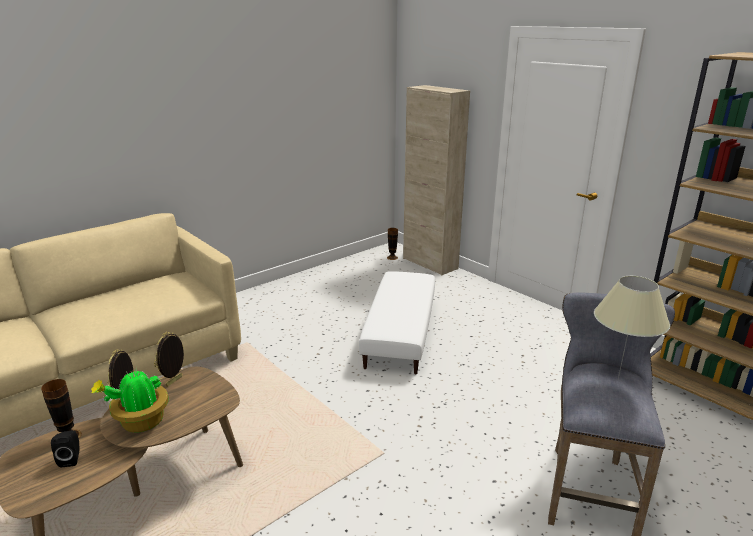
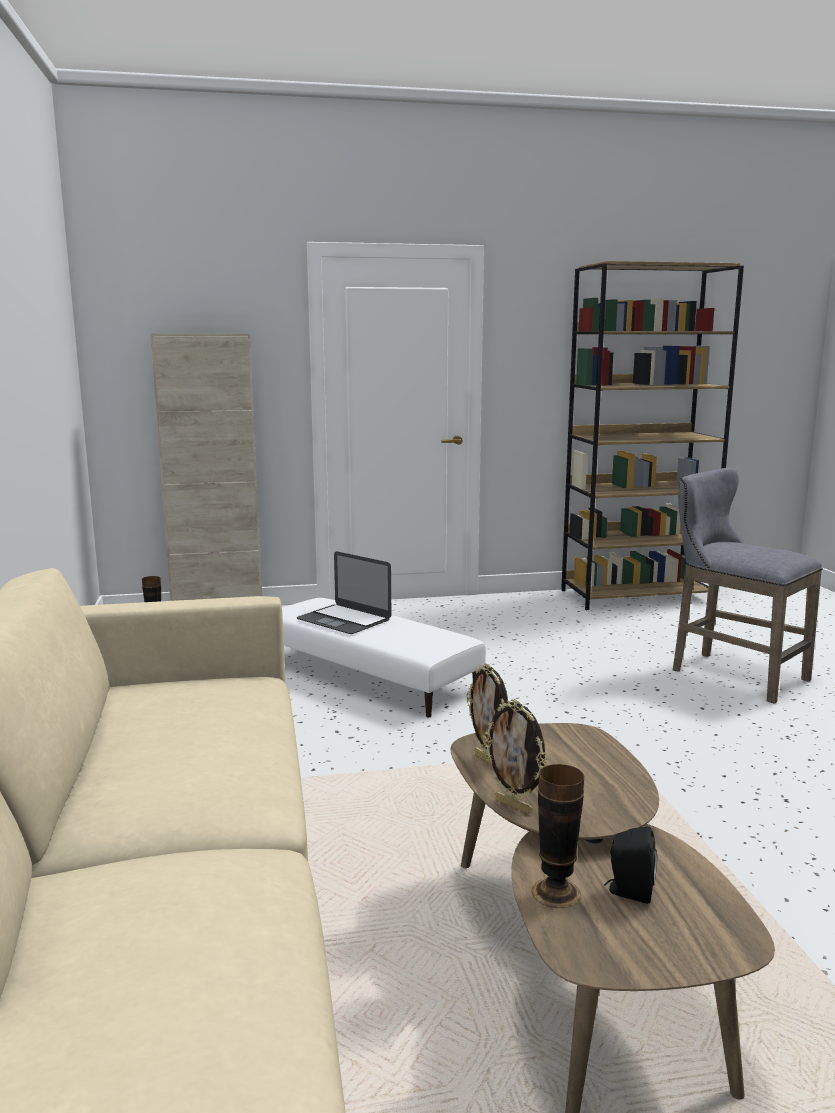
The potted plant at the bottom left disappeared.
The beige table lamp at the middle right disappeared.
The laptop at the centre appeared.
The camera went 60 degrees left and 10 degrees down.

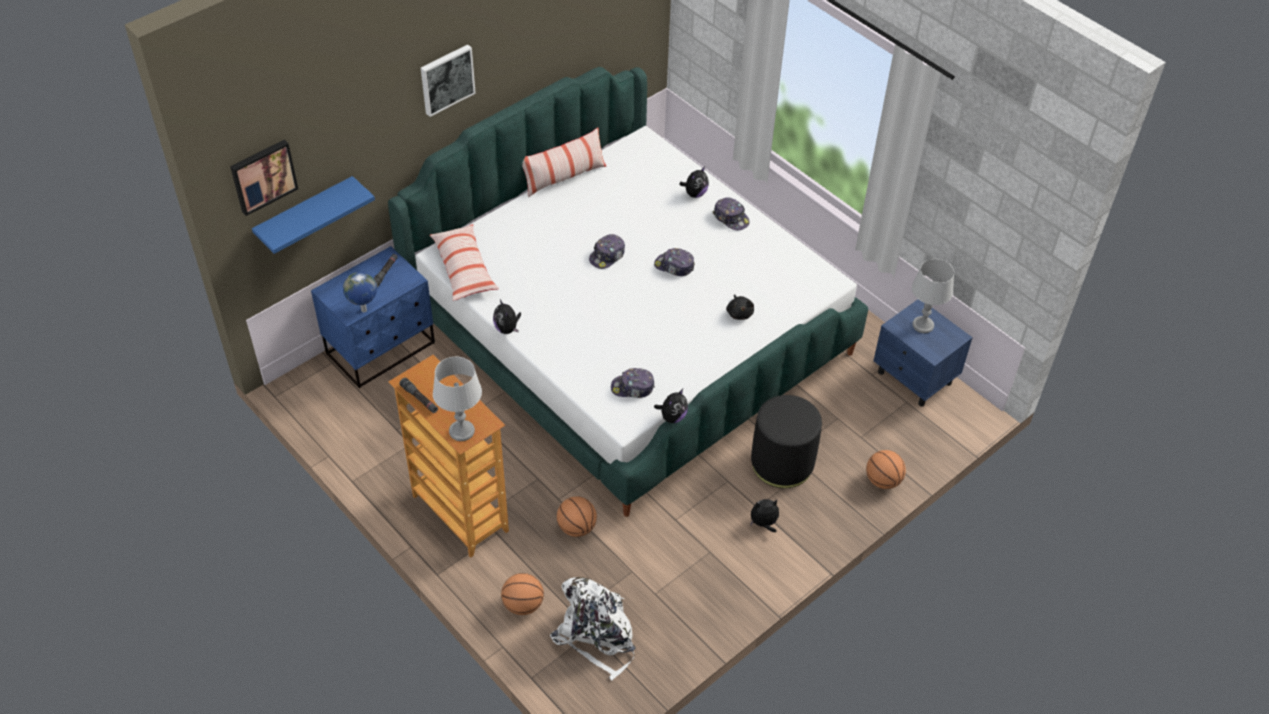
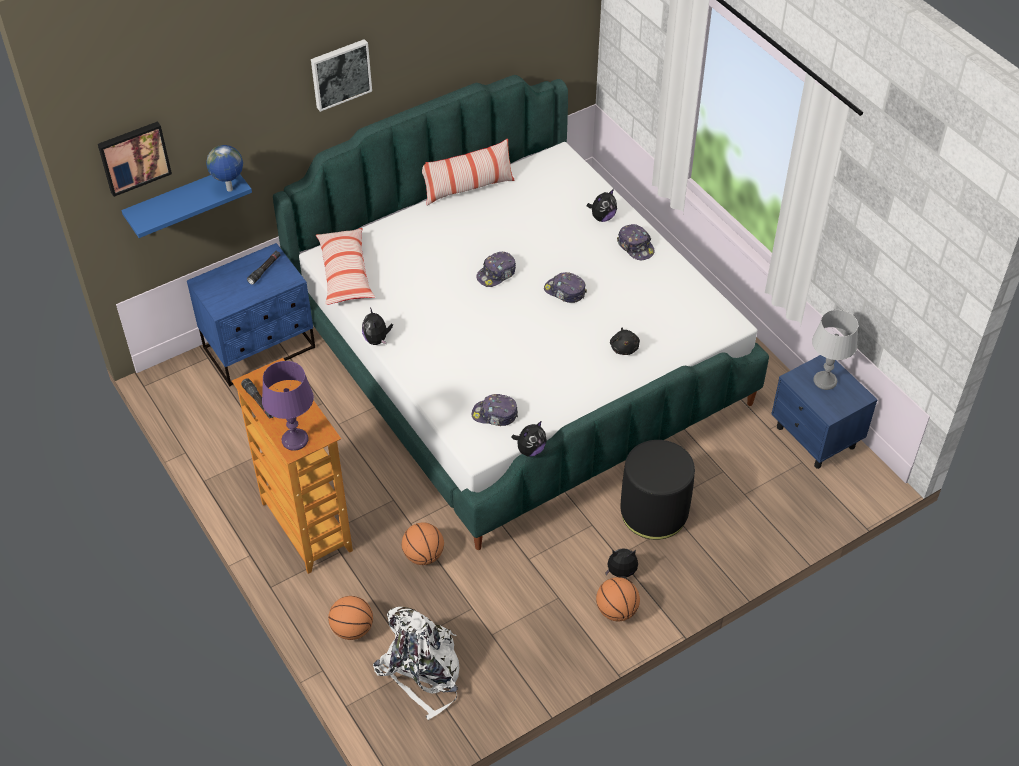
The globe moved from the middle left to the top left.
The basketball (no. 3 from left) moved from the middle right to the bottom centre.
The grey table lamp (no. 1 from left) at the centre became the purple table lamp at the middle left.
The camera went 10 degrees right and 0 degrees up.

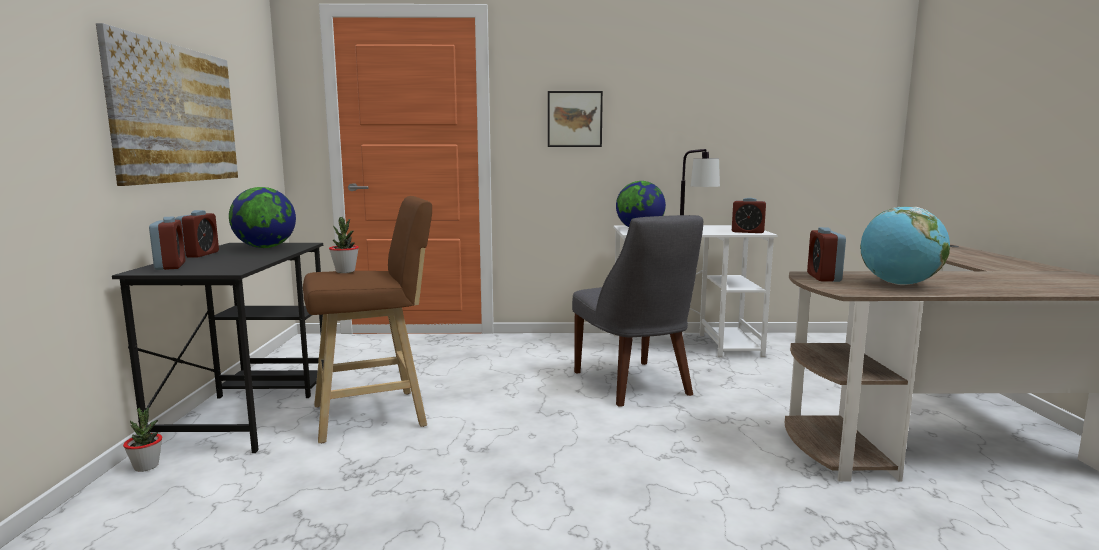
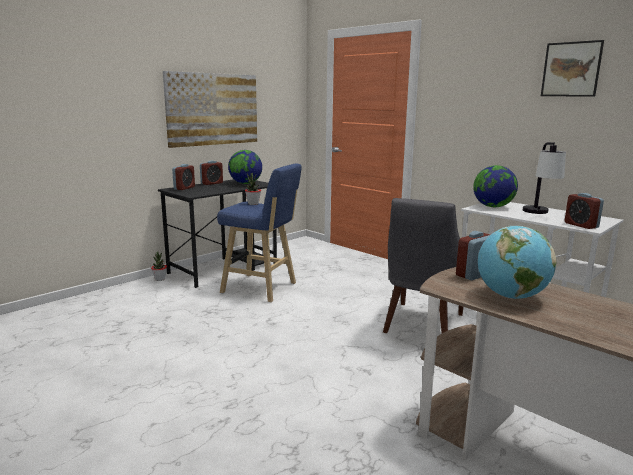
The picture (no. 2 from left) moved from the top centre to the top right.
The brown stool at the centre became the blue stool at the centre.
The camera went 45 degrees right and 5 degrees up.

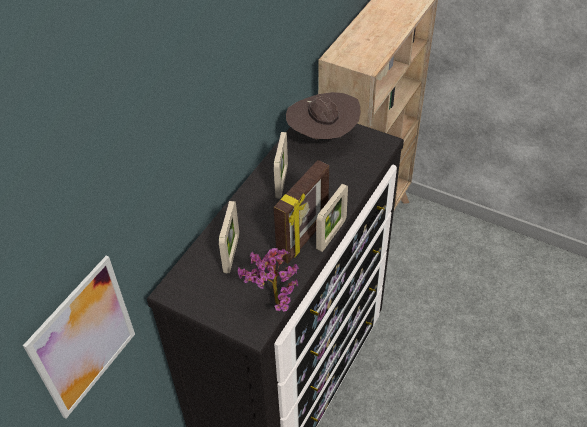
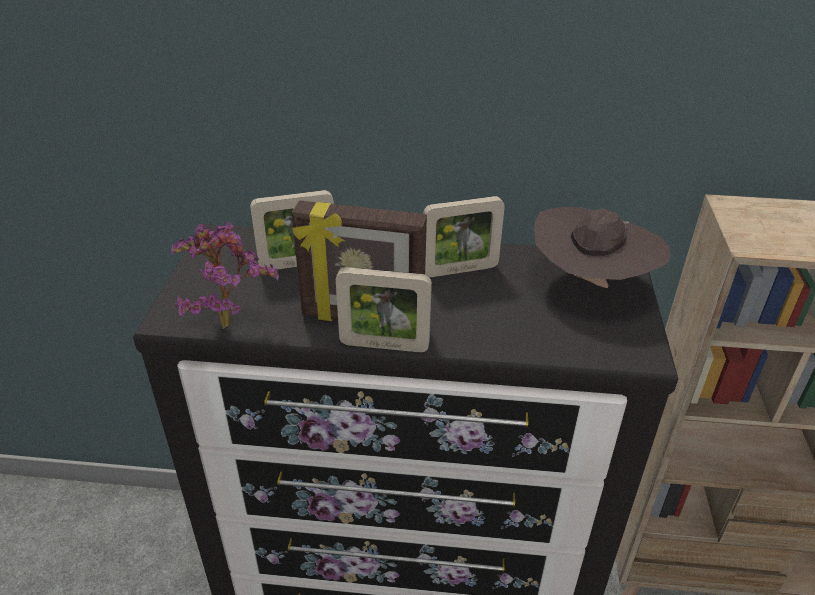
The picture at the bottom left disappeared.
The camera went 65 degrees right and 10 degrees down.

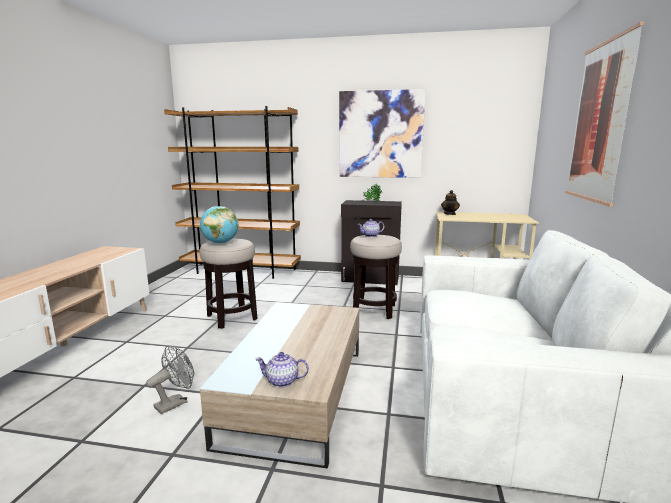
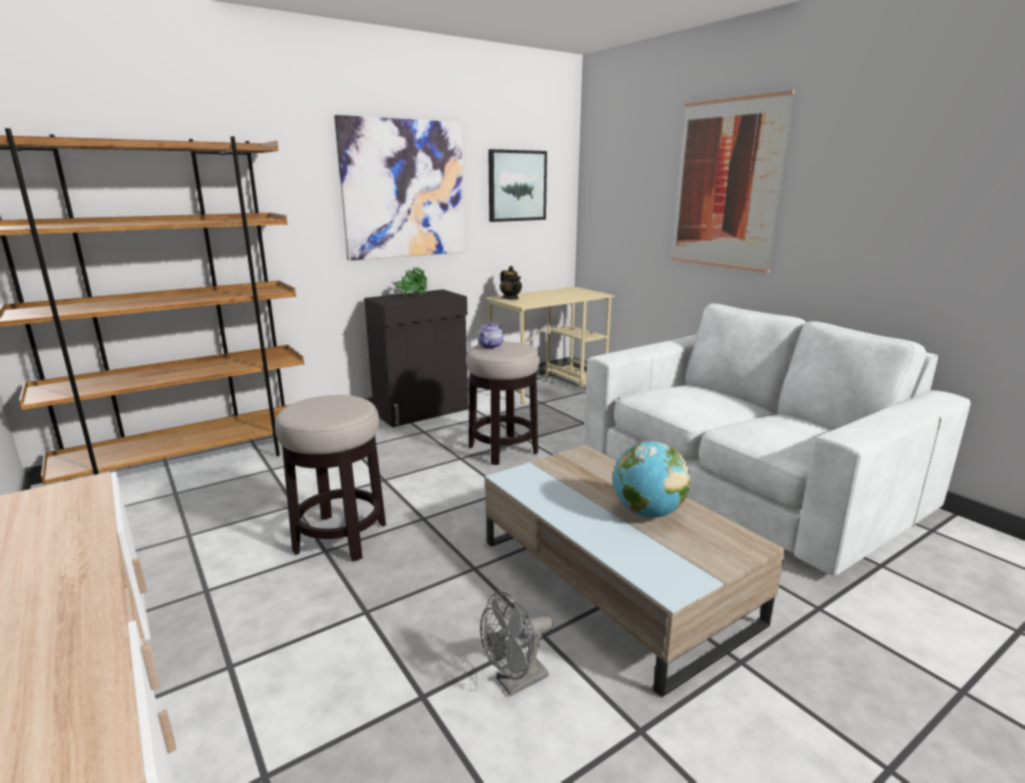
The teapot (no. 1 from left) at the bottom centre disappeared.
The picture (no. 2 from left) at the top centre appeared.
The globe moved from the middle left to the centre.
The grey fan at the bottom left turned 120 degrees counterclockwise.
The camera went 45 degrees left and 5 degrees up.

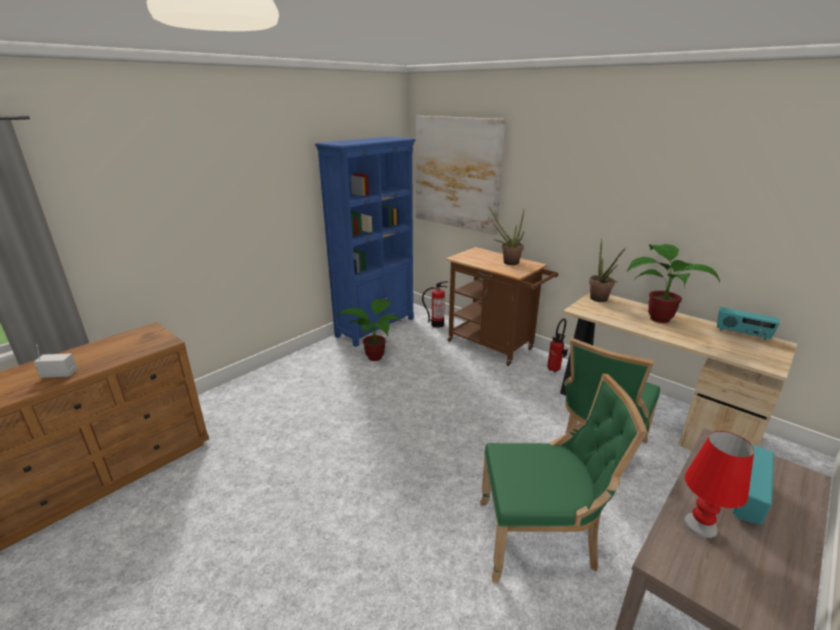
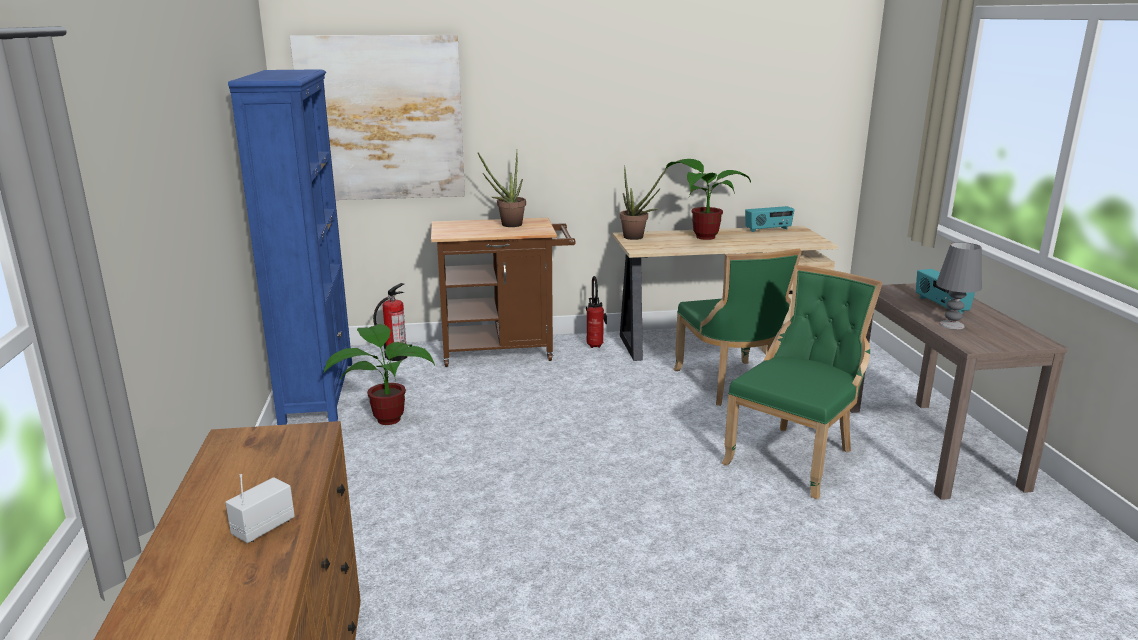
The red table lamp at the bottom right became the grey table lamp at the middle right.
The camera went 50 degrees left and 5 degrees down.

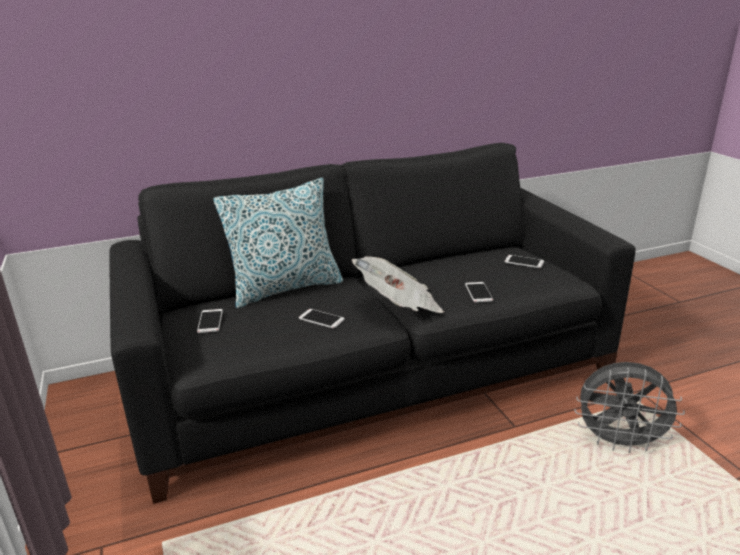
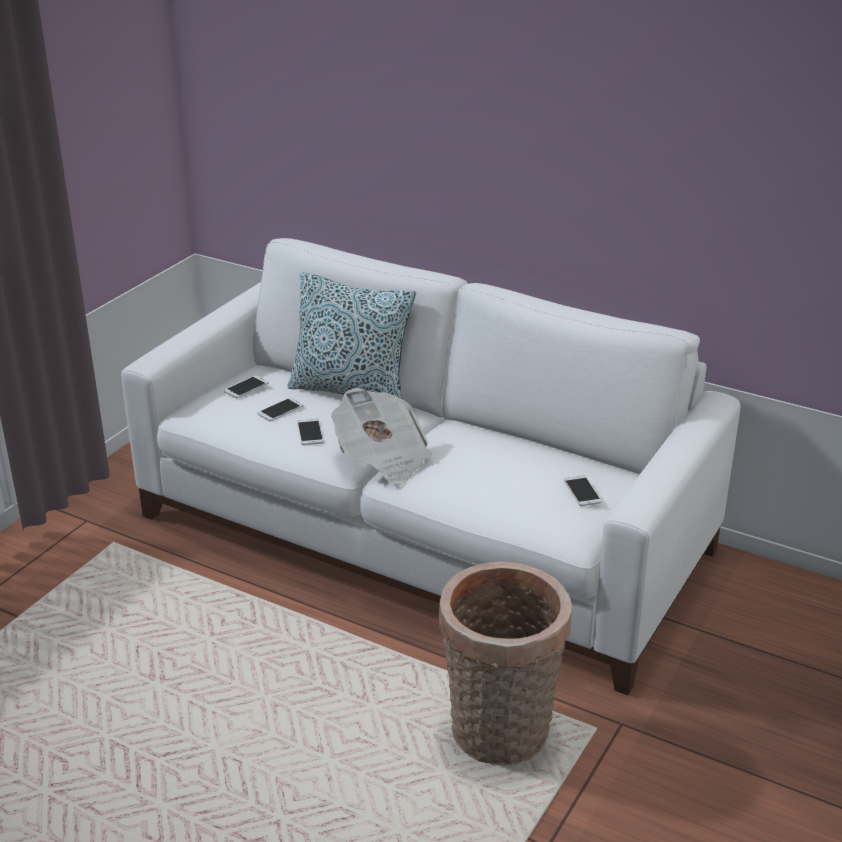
The phone (no. 3 from left in the first image) moved from the centre to the middle left.
The grey fan at the bottom right was replaced by the basket at the bottom centre.
The black sofa at the centre became the white sofa at the centre.
The camera went 50 degrees right and 5 degrees up.

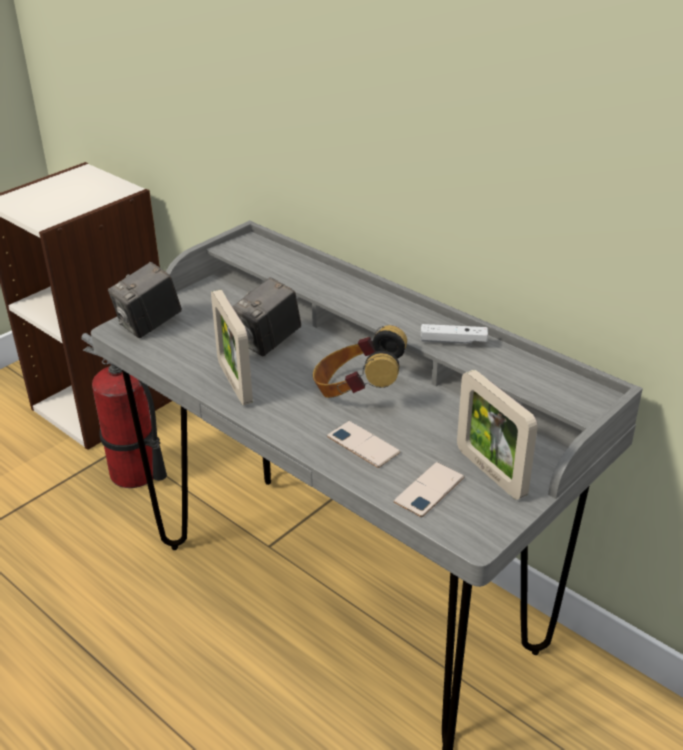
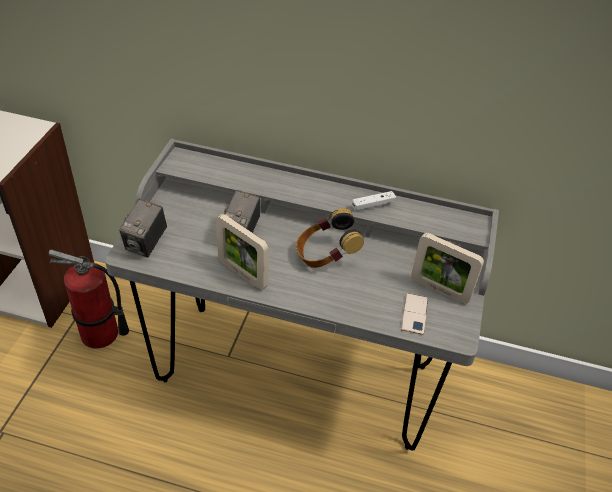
The phone (no. 1 from left) at the centre disappeared.
The camera went 30 degrees left and 10 degrees up.

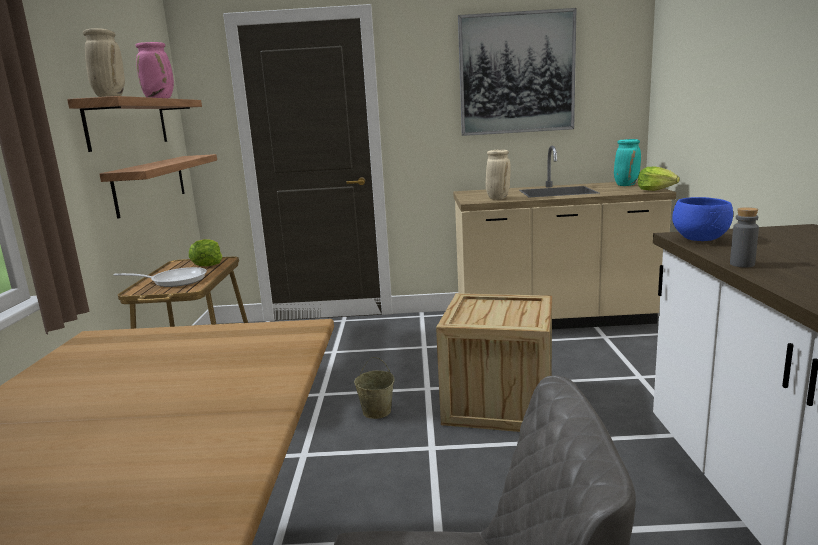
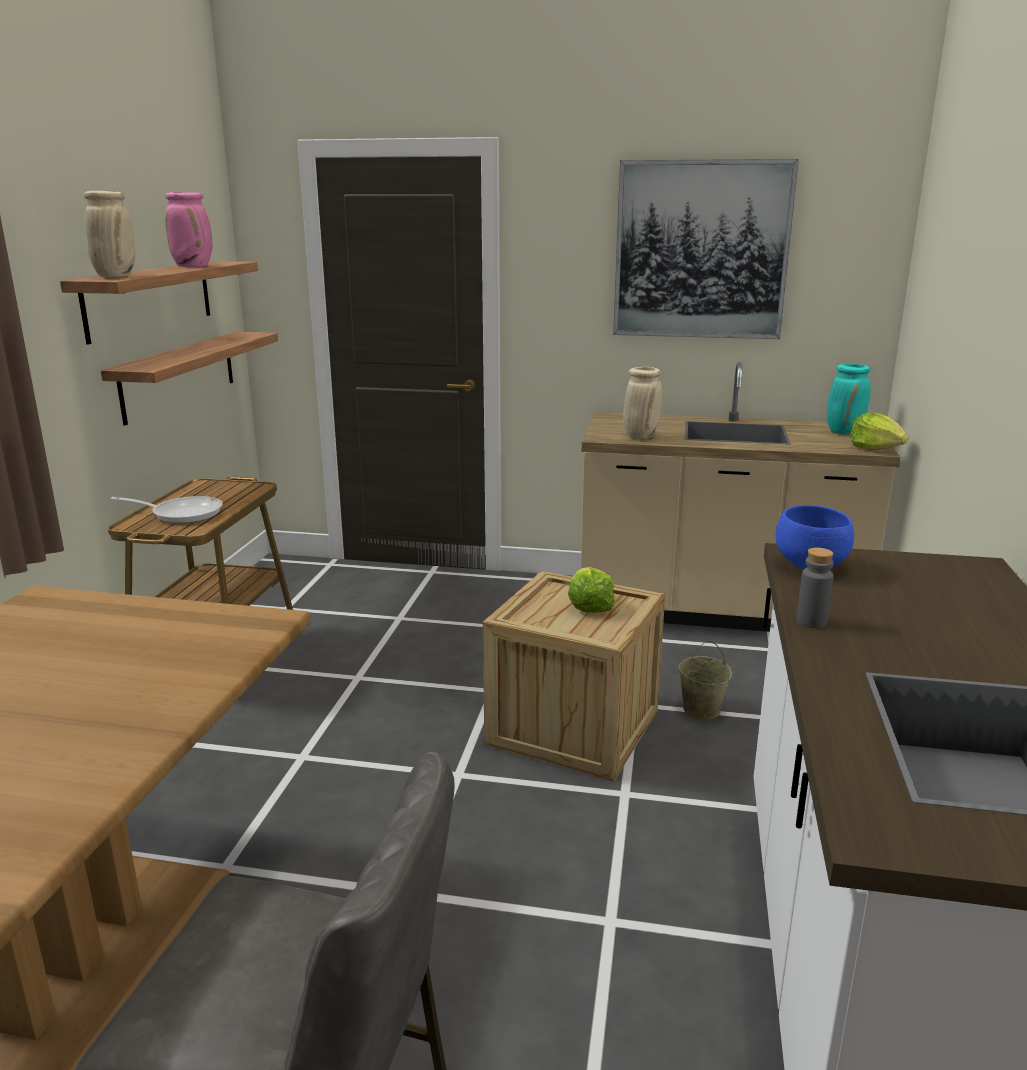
The lettuce (no. 1 from left) moved from the middle left to the centre.
The beige bucket moved from the bottom centre to the middle right.
The camera went 10 degrees right and 5 degrees up.

